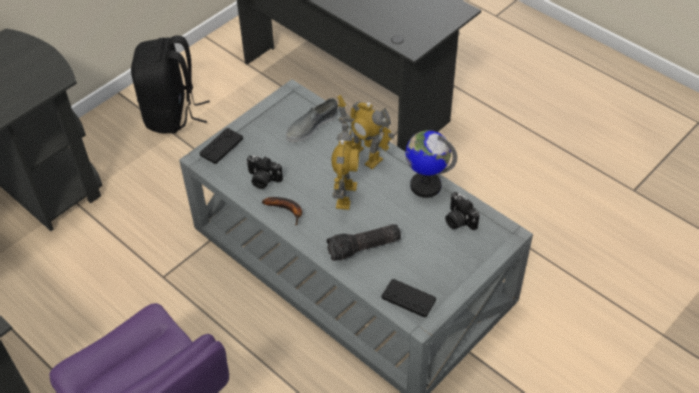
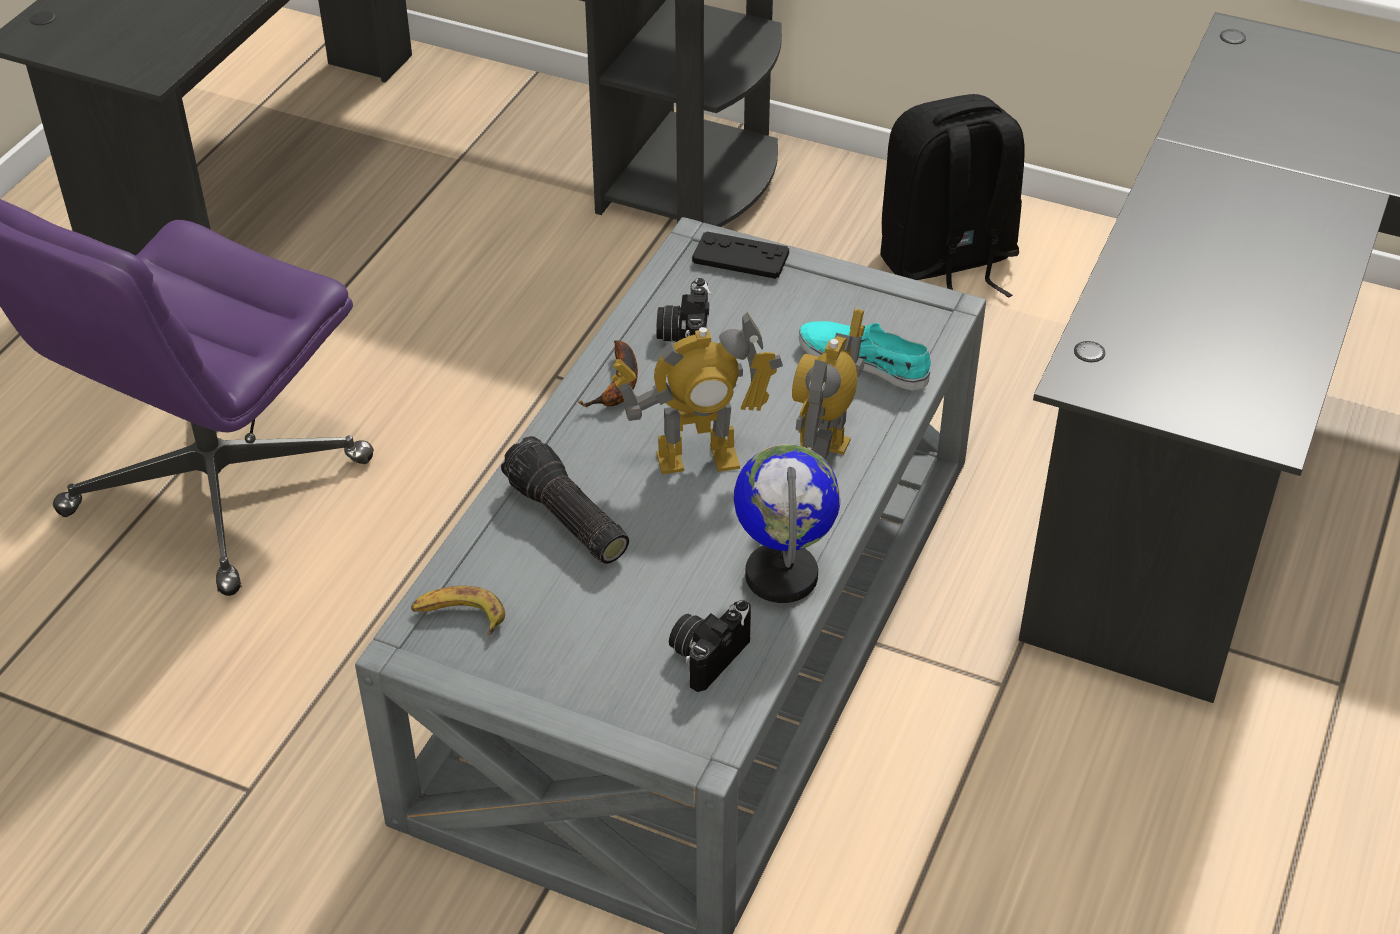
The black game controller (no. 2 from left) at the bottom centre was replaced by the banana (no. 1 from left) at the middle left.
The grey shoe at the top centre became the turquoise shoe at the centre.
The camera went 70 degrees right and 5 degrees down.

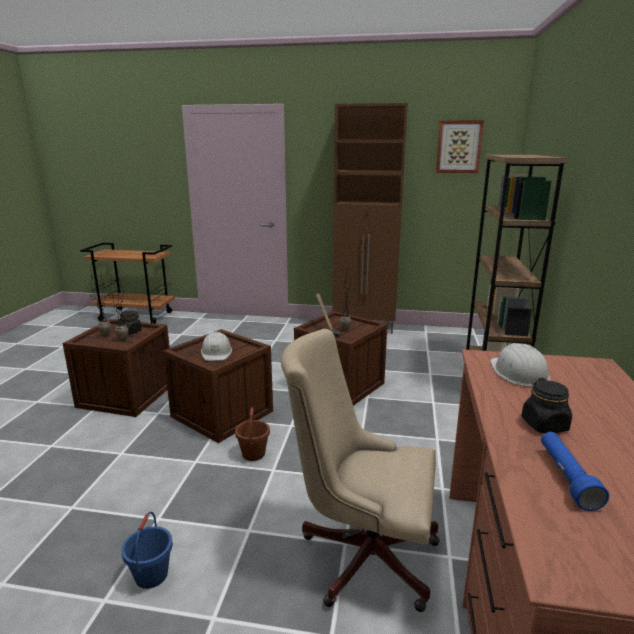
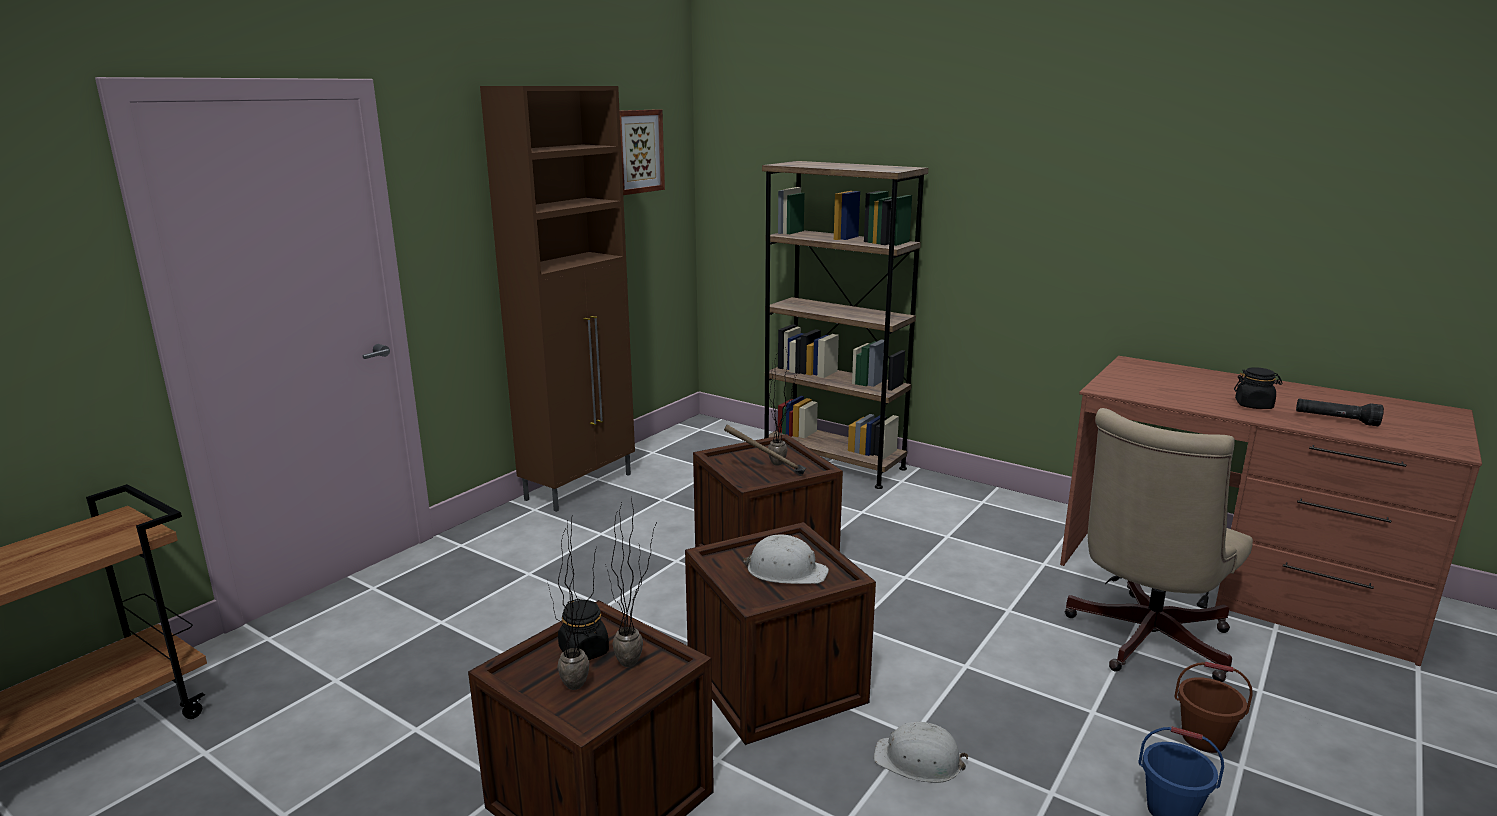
The brown bucket moved from the bottom centre to the bottom right.
The white hard hat (no. 2 from left) moved from the middle right to the bottom centre.
The blue flashlight at the bottom right became the black flashlight at the middle right.
The camera went 65 degrees left and 0 degrees up.

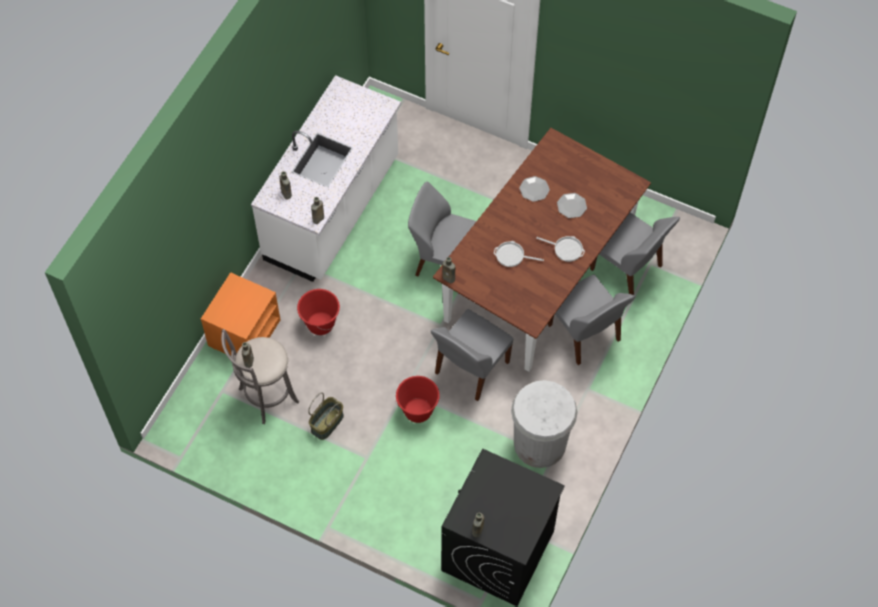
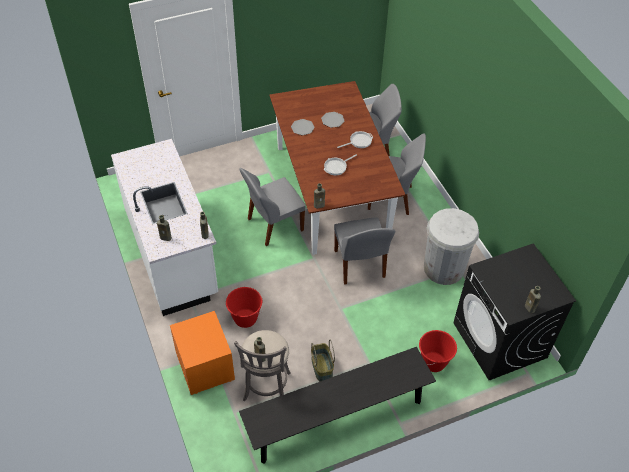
The black bench at the bottom centre appeared.
The red bucket (no. 2 from left) moved from the centre to the bottom right.
The camera went 50 degrees left and 10 degrees down.

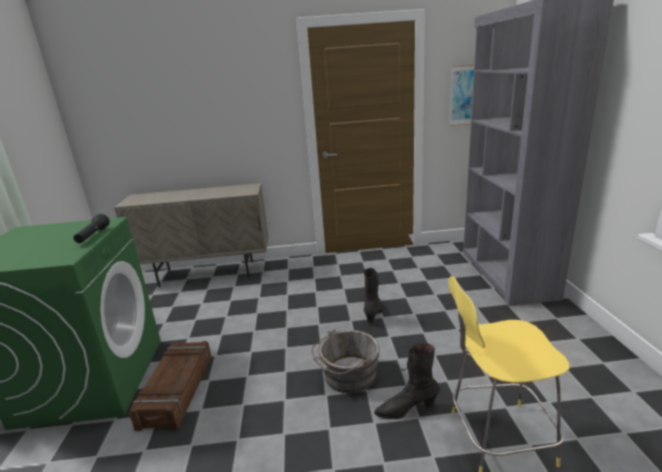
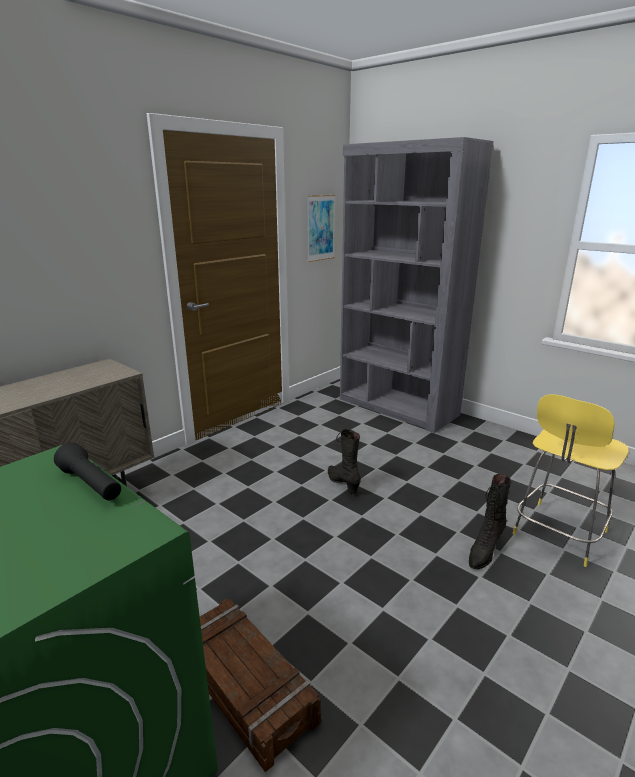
The grey bucket at the bottom centre disappeared.
The camera went 45 degrees left and 0 degrees up.

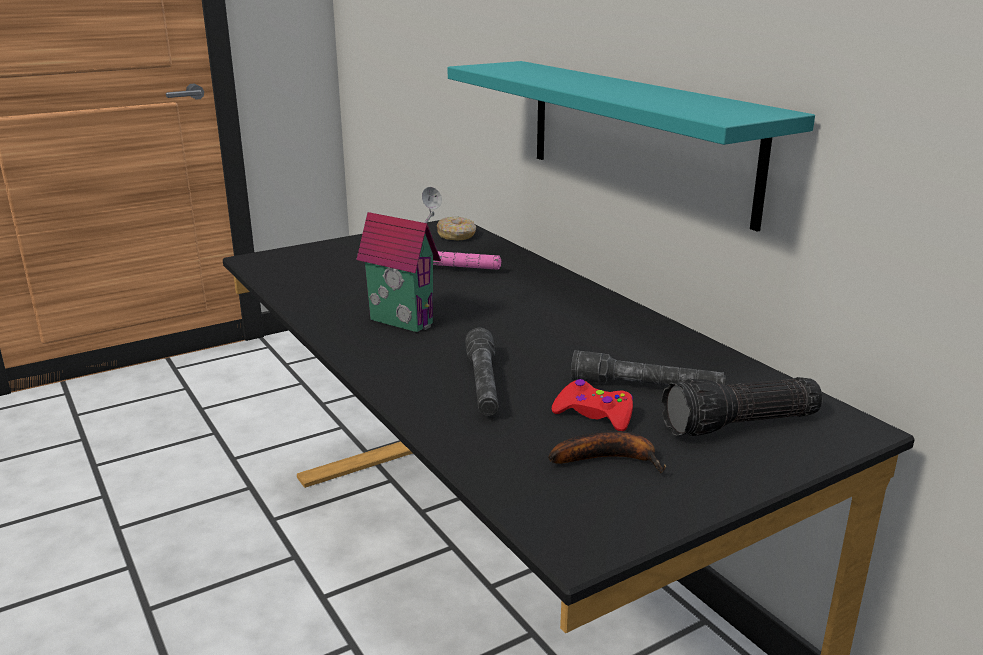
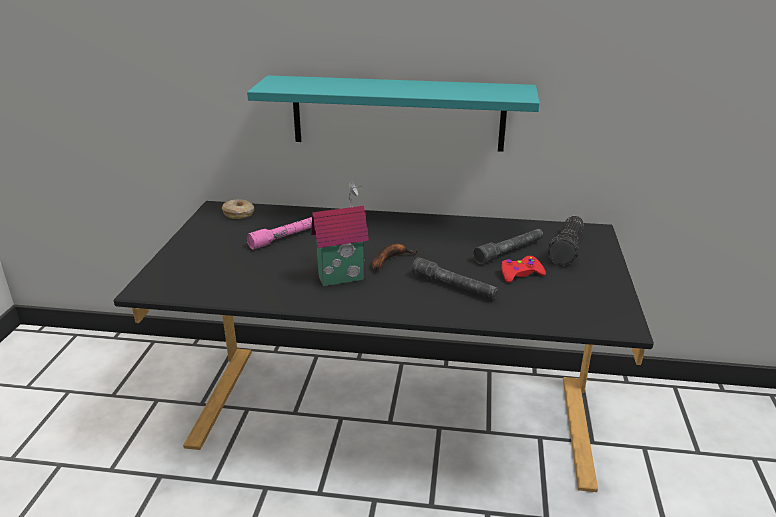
The banana moved from the bottom centre to the centre.
The camera went 50 degrees left and 5 degrees up.

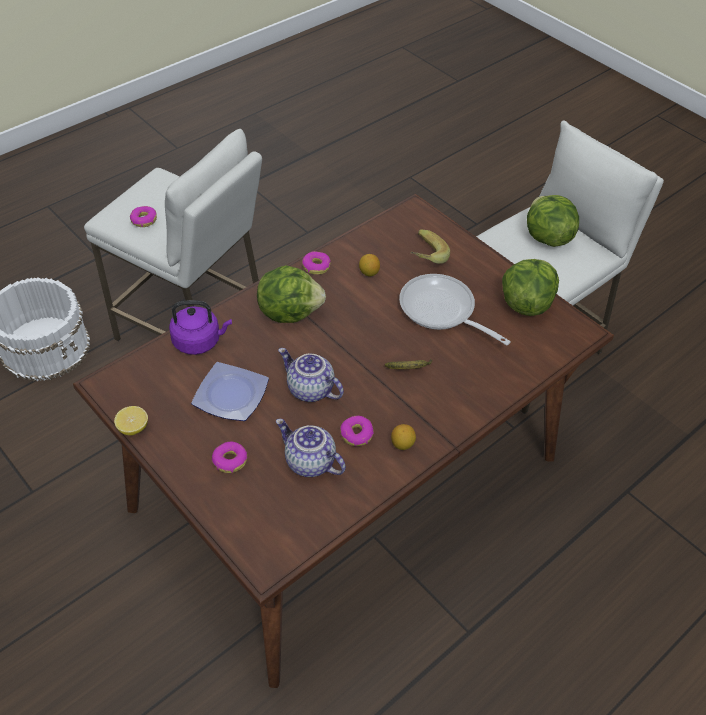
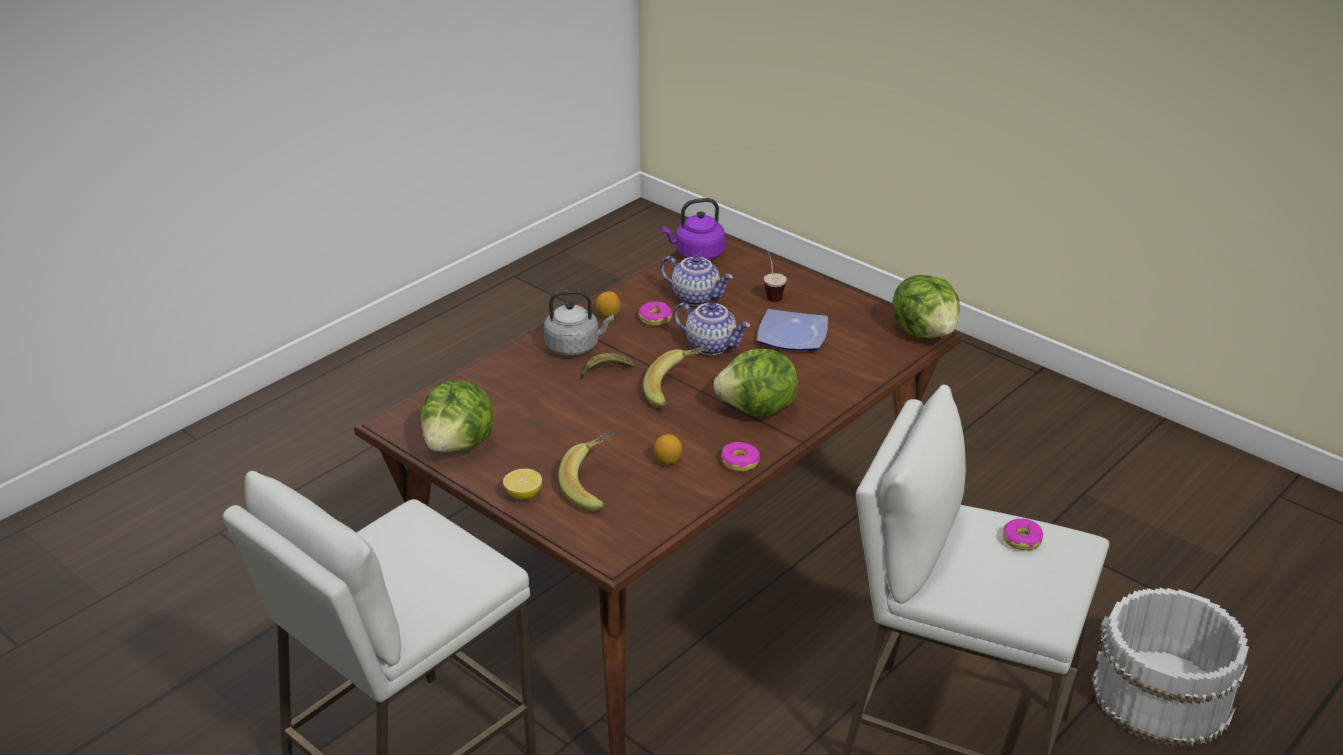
The frying pan at the centre disappeared.
The grey kettle at the centre appeared.
The banana (no. 3 from left) at the centre appeared.
The lemon (no. 1 from left) moved from the middle left to the centre.
The purple kettle moved from the middle left to the top centre.
The lettuce (no. 3 from left) moved from the top right to the middle right.
The donut (no. 2 from left) at the middle left was replaced by the cup at the centre.
The camera went 175 degrees right and 15 degrees down.

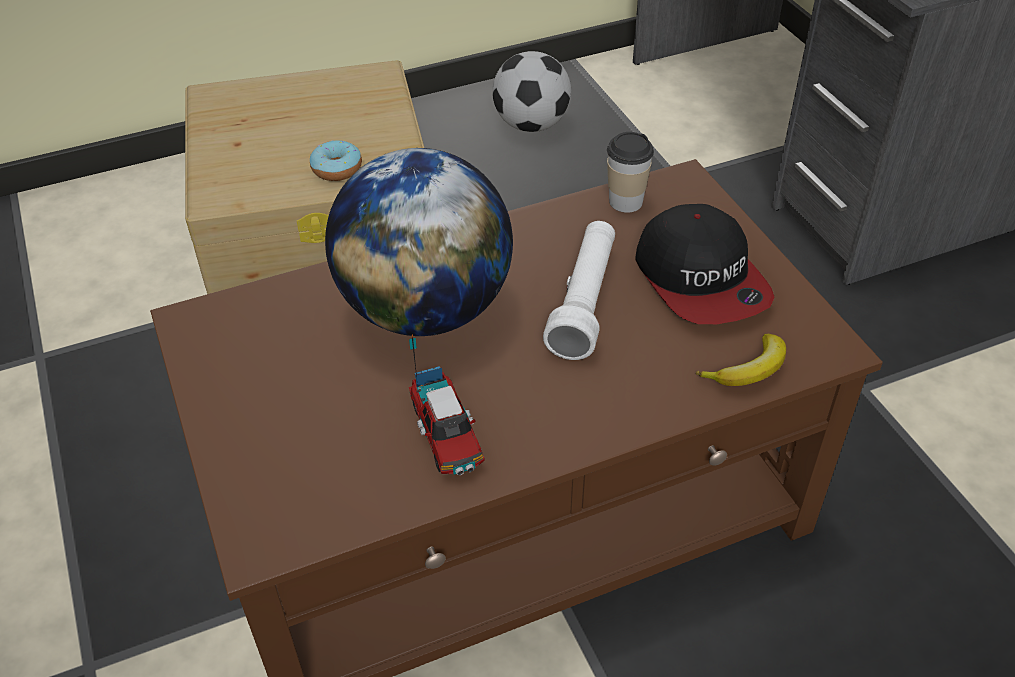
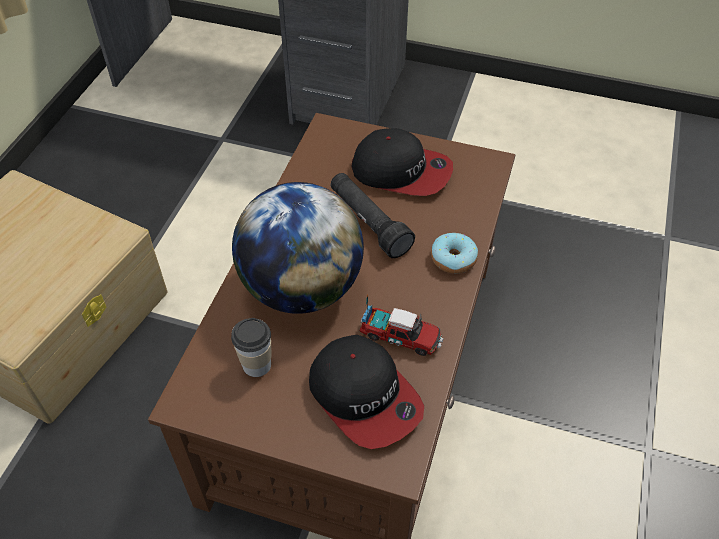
The football at the top centre disappeared.
The banana at the middle right disappeared.
The cap (no. 1 from left) at the bottom centre appeared.
The donut moved from the top left to the centre.
The cup moved from the top centre to the centre.
The white flashlight at the centre became the black flashlight at the centre.
The camera went 50 degrees left and 5 degrees up.

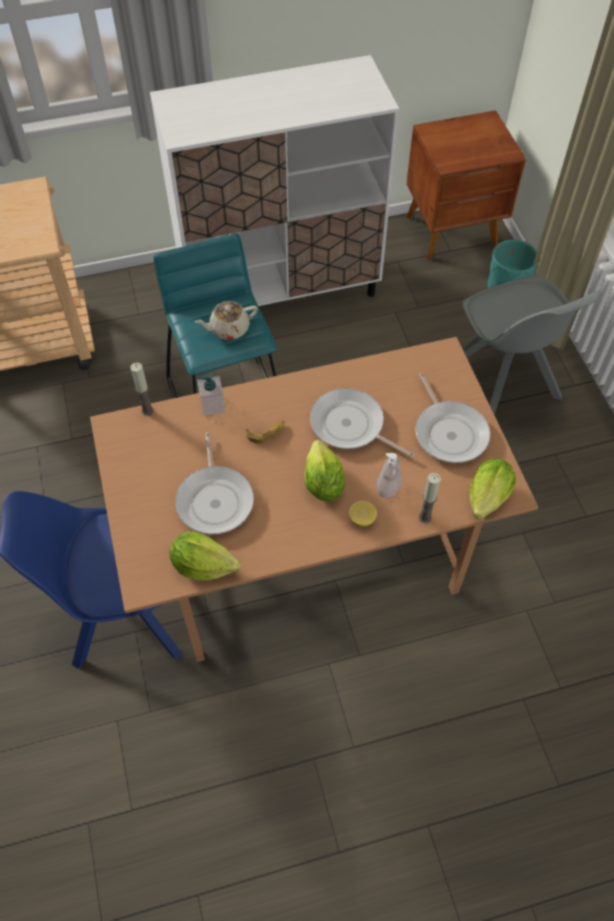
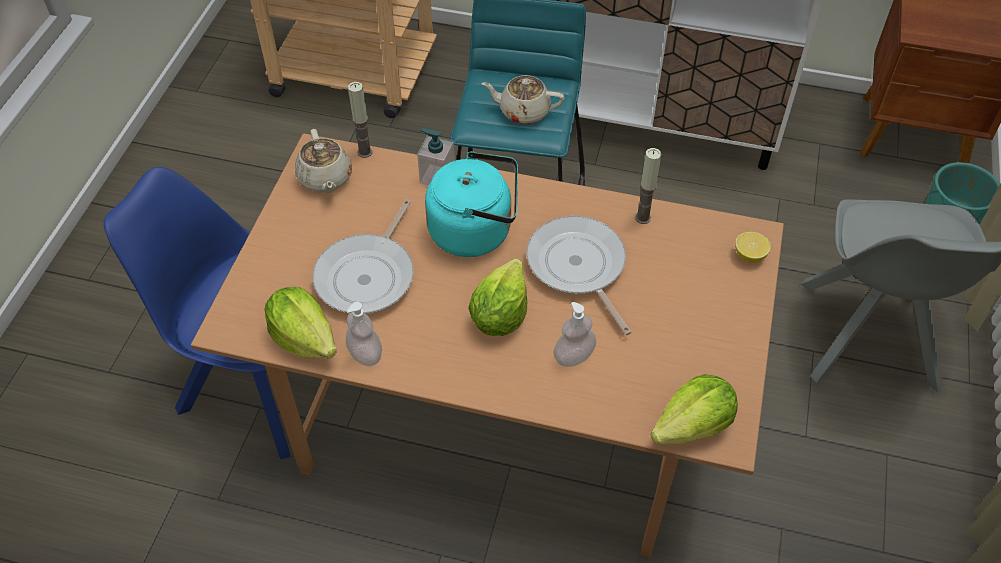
The frying pan (no. 3 from left) at the middle right disappeared.
The beige teapot (no. 1 from left) at the top left appeared.
The soap dispenser (no. 1 from left) at the centre appeared.
The lemon moved from the centre to the middle right.
The candle (no. 2 from left) moved from the middle right to the top centre.
The banana at the centre was replaced by the turquoise kettle at the centre.
The camera went 30 degrees right and 5 degrees down.

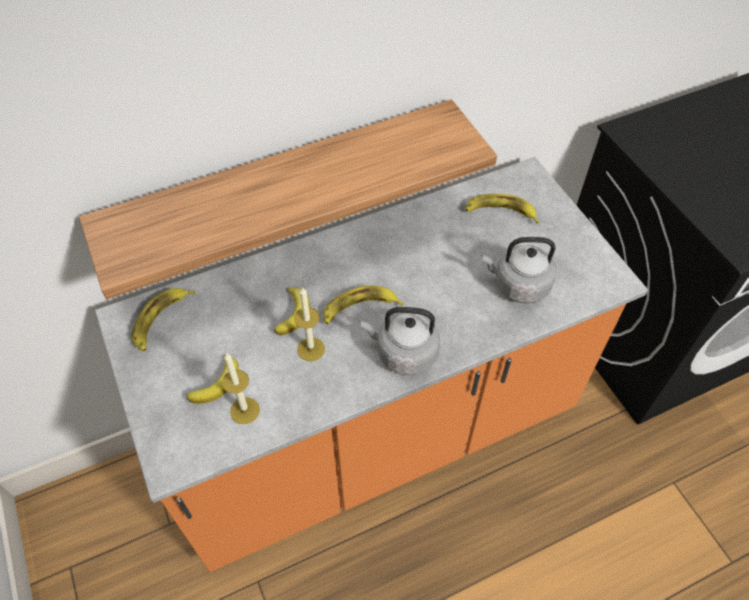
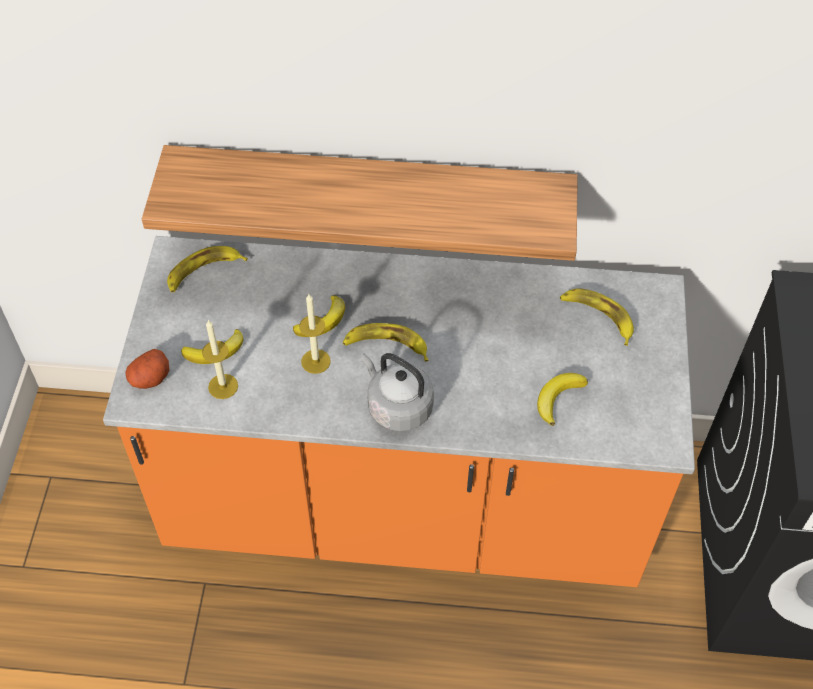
The potato at the middle left appeared.
The grey kettle (no. 2 from left) at the middle right was replaced by the banana (no. 5 from left) at the middle right.
The camera went 30 degrees right and 0 degrees up.

